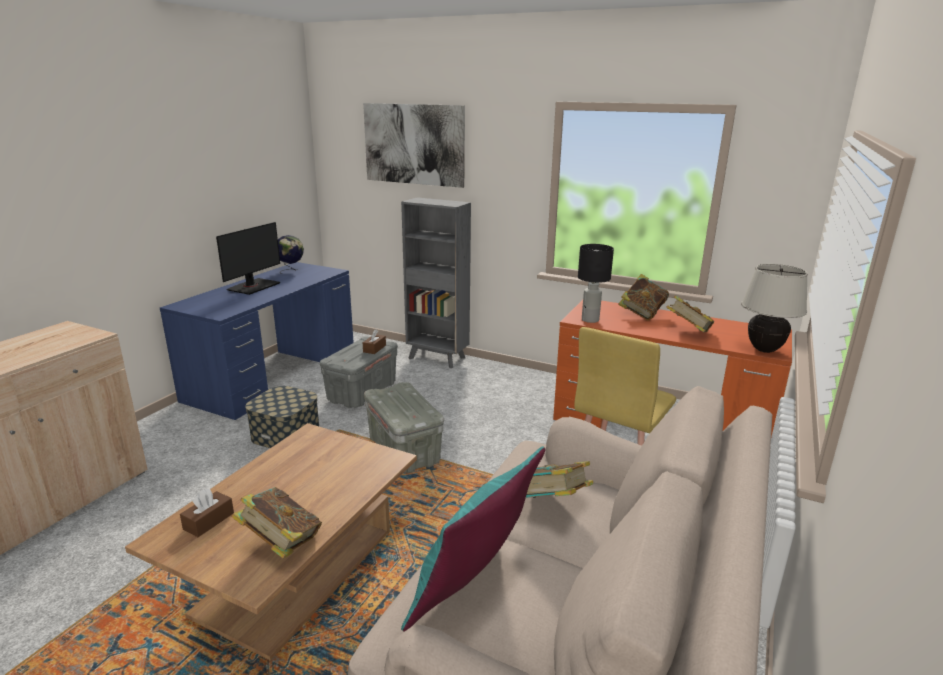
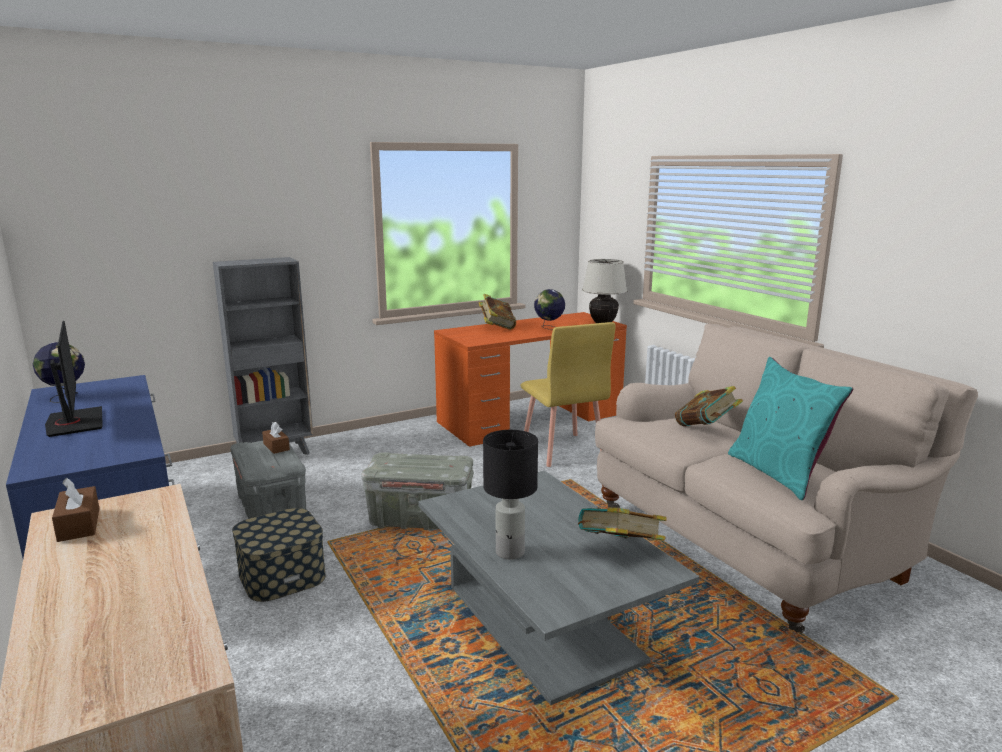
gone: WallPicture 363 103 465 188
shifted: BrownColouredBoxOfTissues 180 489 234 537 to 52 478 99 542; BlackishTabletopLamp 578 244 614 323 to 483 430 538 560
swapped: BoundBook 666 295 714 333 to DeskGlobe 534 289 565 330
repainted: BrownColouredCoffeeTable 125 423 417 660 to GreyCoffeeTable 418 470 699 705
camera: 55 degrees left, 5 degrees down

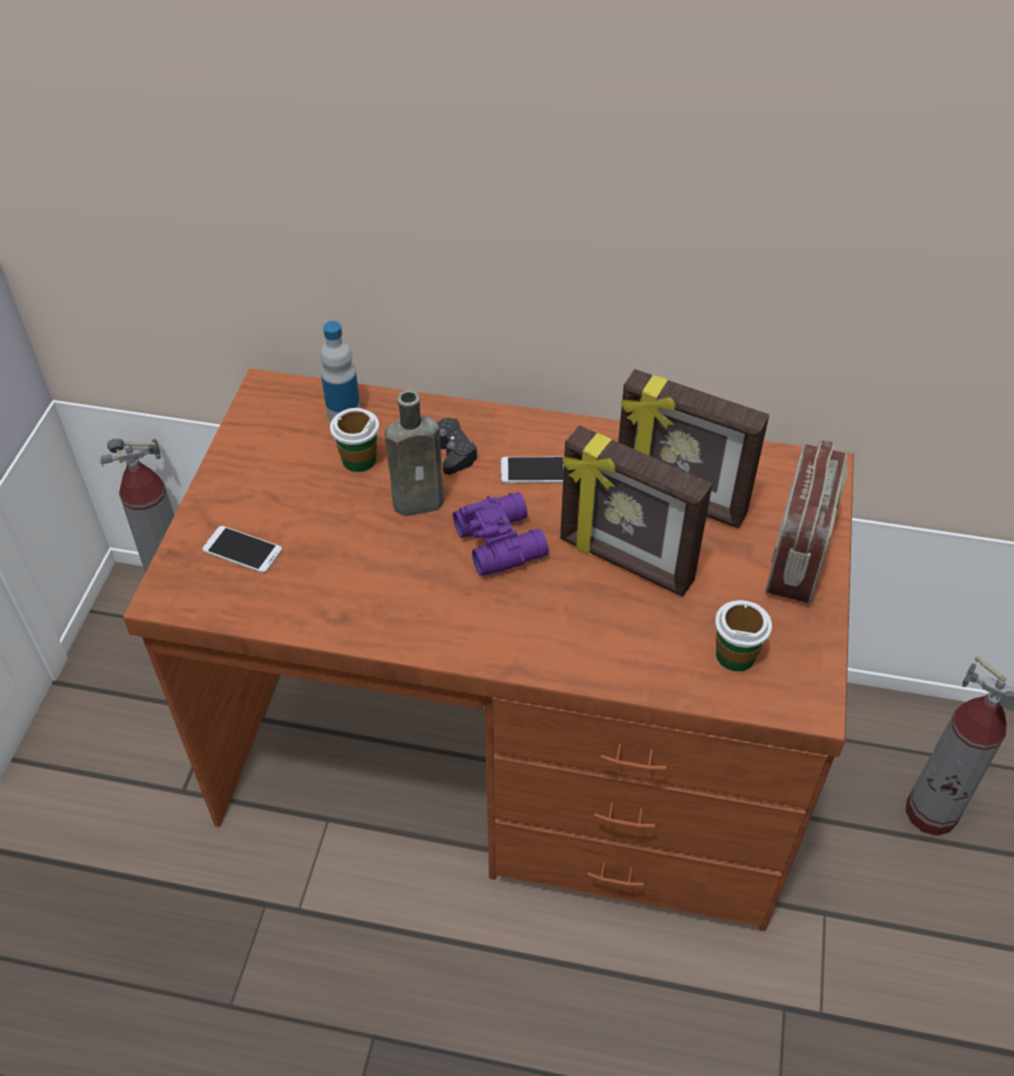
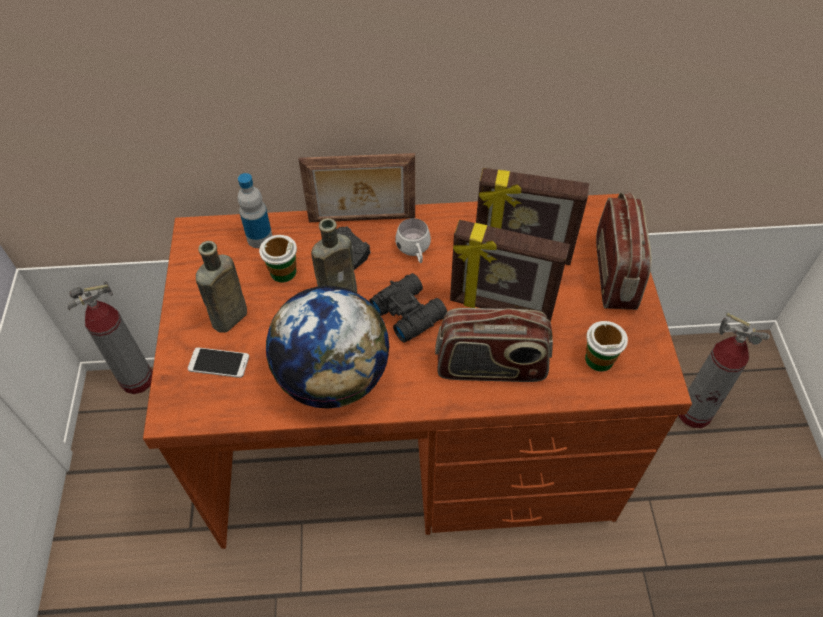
new: BrownColouredDrinkBottle 196 241 247 332; DeskGlobe 266 286 390 408; StandingFrame 298 153 415 222; RadioReceiver 435 308 553 382
swapped: Telephone 501 457 564 483 to WhiteColouredTeaMug 395 218 431 263
repainted: PurpleColouredPairOfBinoculars 453 492 549 576 to BlackishPairOfBinoculars 369 273 447 342
camera: 15 degrees left, 5 degrees up

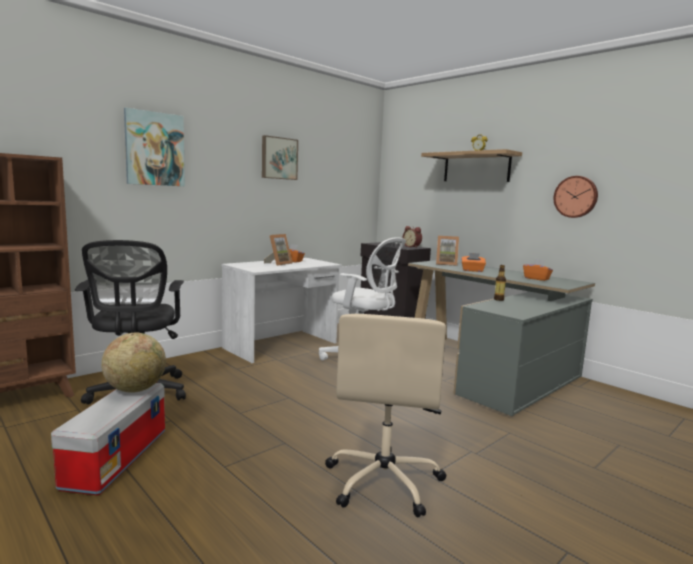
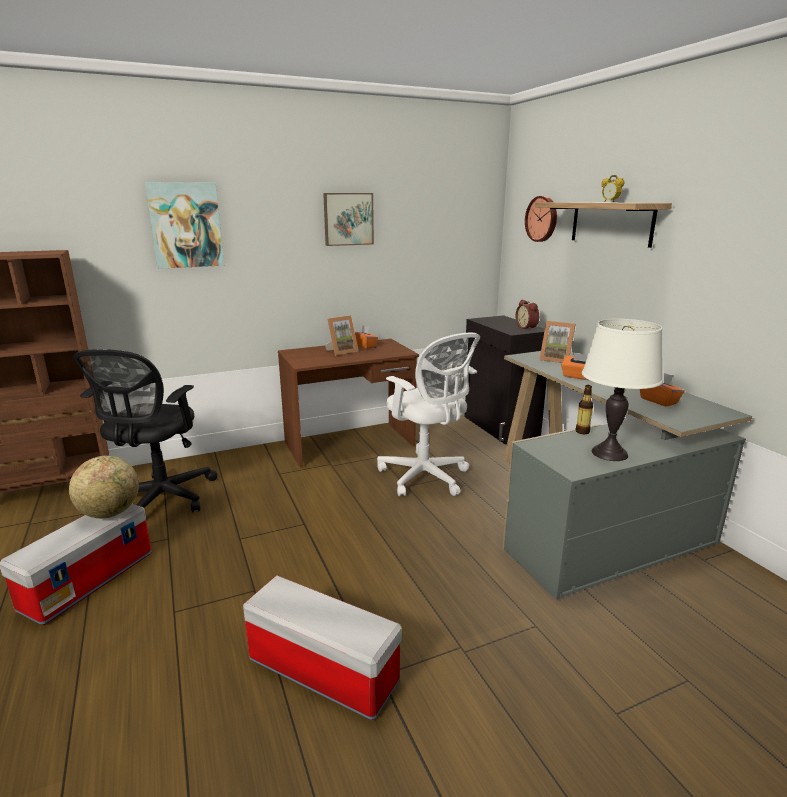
new: WhiteColouredTabletopLamp 582 319 663 461
shifted: ClockOnTheWall 554 176 598 218 to 525 196 557 242
swapped: BeigeOfficeChair 325 314 447 517 to StorageBin 243 575 402 720
repainted: WhiteColouredDeskUnit 222 258 342 363 to BrownColouredDeskUnit 278 339 419 468
camera: 20 degrees right, 10 degrees up

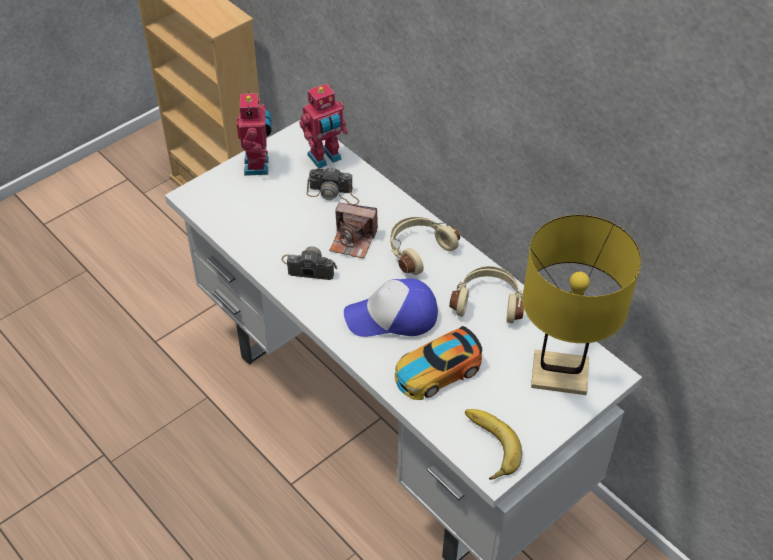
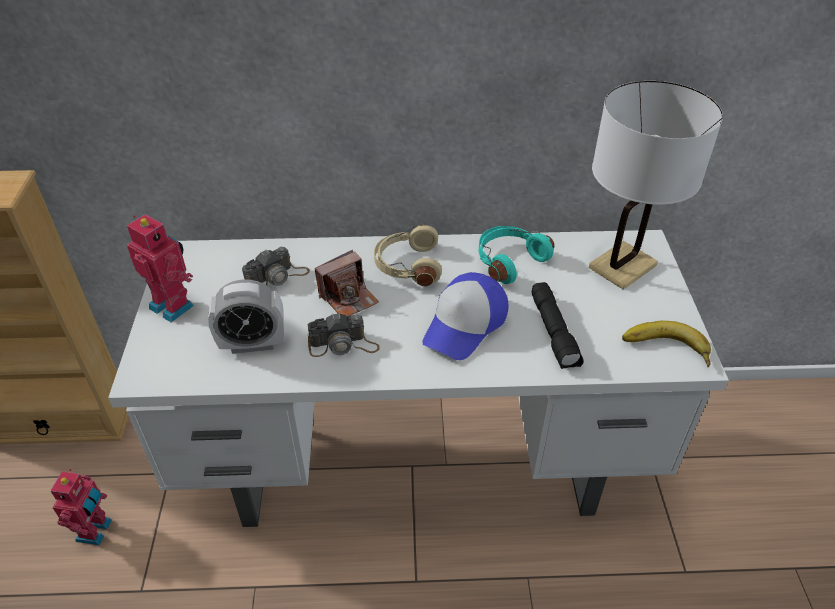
new: TableClock 208 280 284 354
shifted: ModelRobot 299 84 348 168 to 51 469 112 545
swapped: ModelCar 395 326 482 400 to BlackishFlashlight 532 282 584 369
repainted: BeigeHeadphones 449 266 524 323 to BlueGreenHeadphones 479 226 554 284; YellowishTabletopLamp 522 215 641 395 to WhiteColouredTabletopLamp 589 81 723 290
rotated: PhotoCamera 281 246 337 280 = 308 312 379 357 150 degrees counterclockwise
camera: 50 degrees left, 5 degrees down

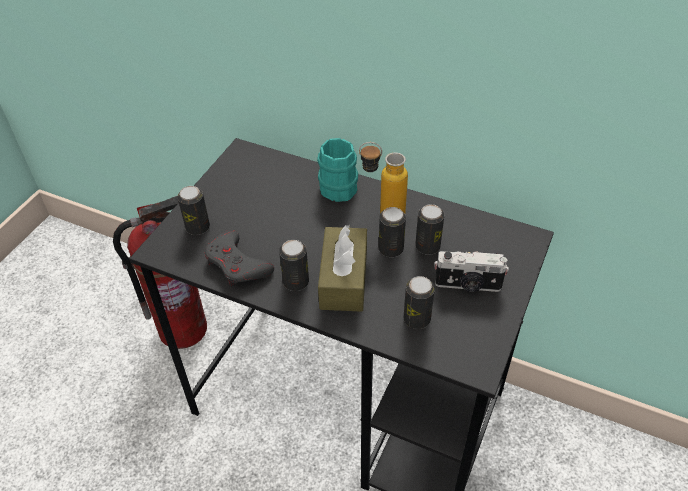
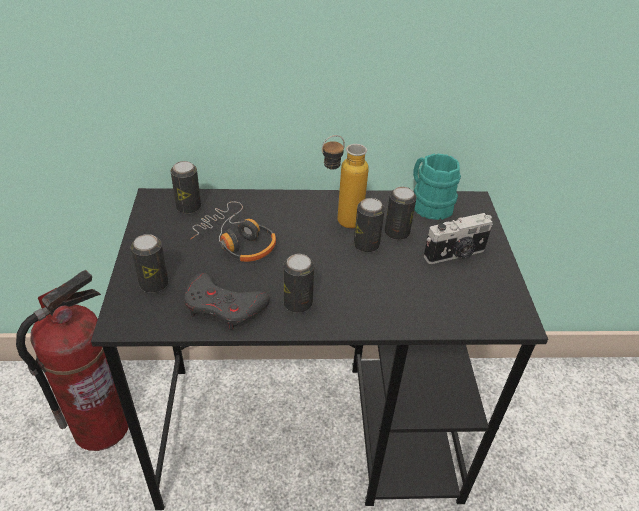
gone: BrownColouredBoxOfTissues 318 225 367 312
new: Headphones 190 201 276 262
shifted: Can 403 276 435 329 to 171 161 201 214; BlueGreenTeaMug 317 138 358 202 to 413 153 461 220
camera: 30 degrees left, 5 degrees down

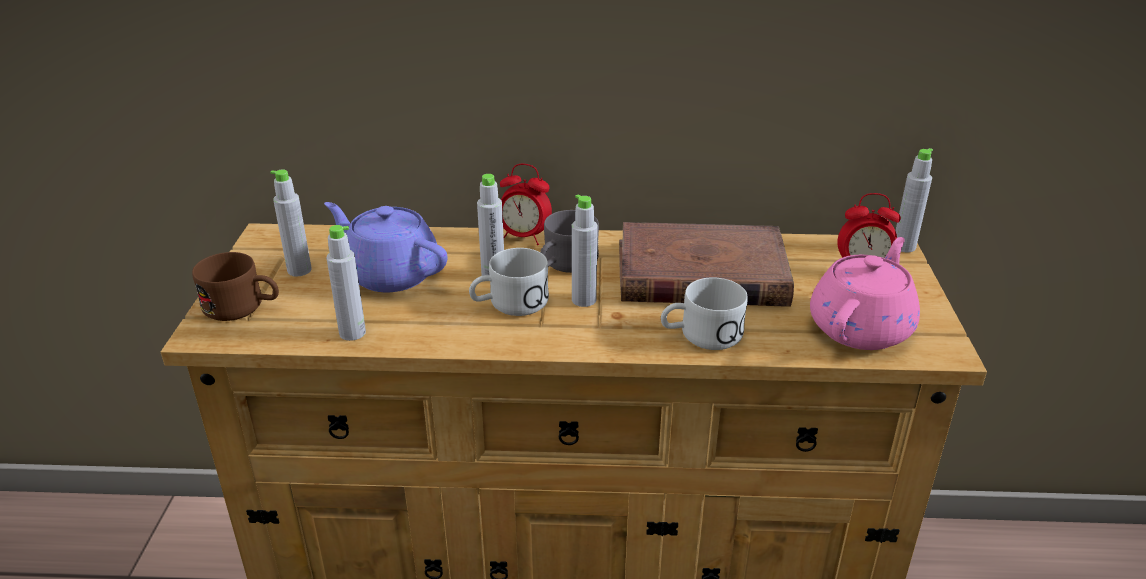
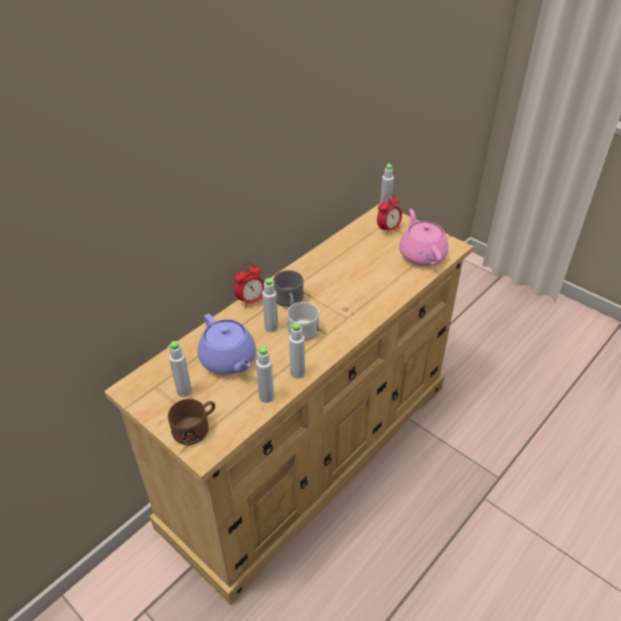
gone: BrownColouredBoundBook 619 222 794 307; WhiteColouredTeaMug 661 277 748 350
shifted: GreyDrinkBottle 572 195 598 307 to 289 323 305 378
rotated: PurpleColouredTeapot 324 202 447 292 = 198 314 256 374 105 degrees counterclockwise
camera: 50 degrees left, 10 degrees up

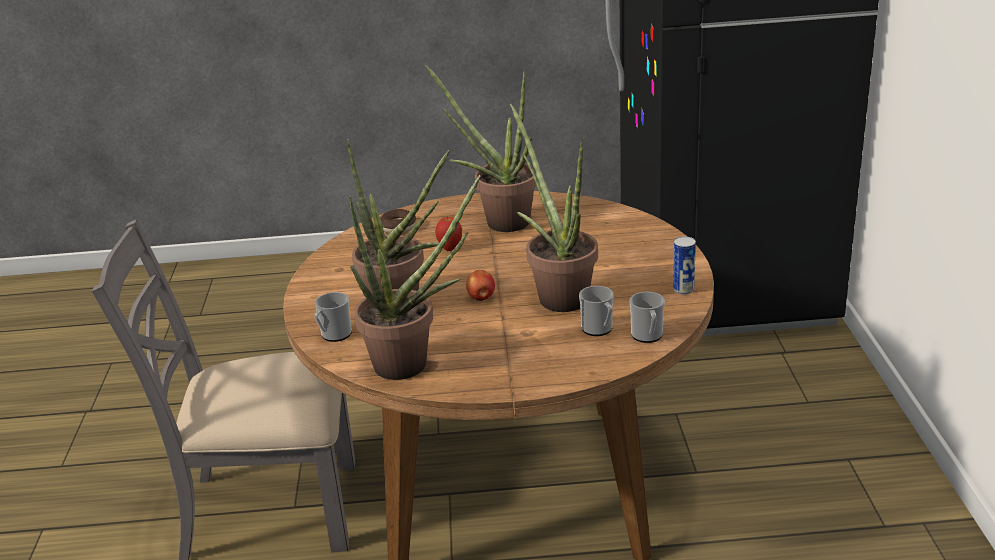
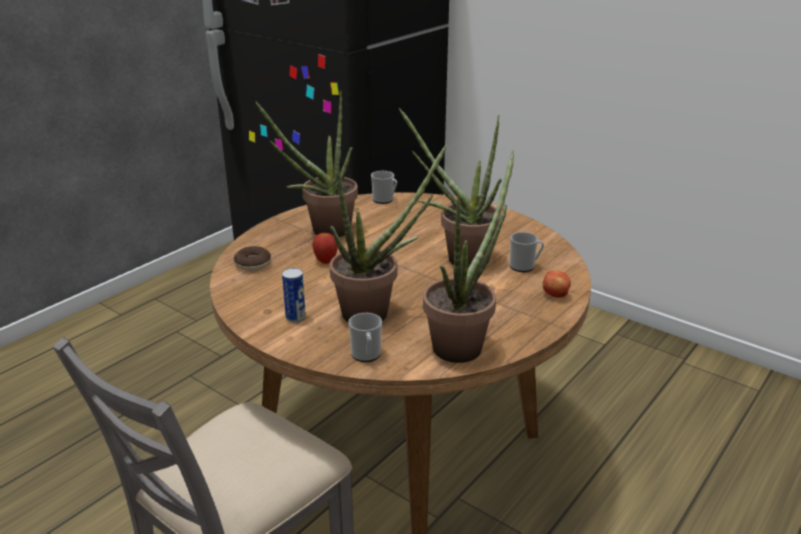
shifted: Can 673 237 696 295 to 282 268 306 323; TeaMug 630 292 665 343 to 371 171 397 204; Apple 466 270 495 301 to 543 270 571 298
camera: 50 degrees left, 0 degrees up

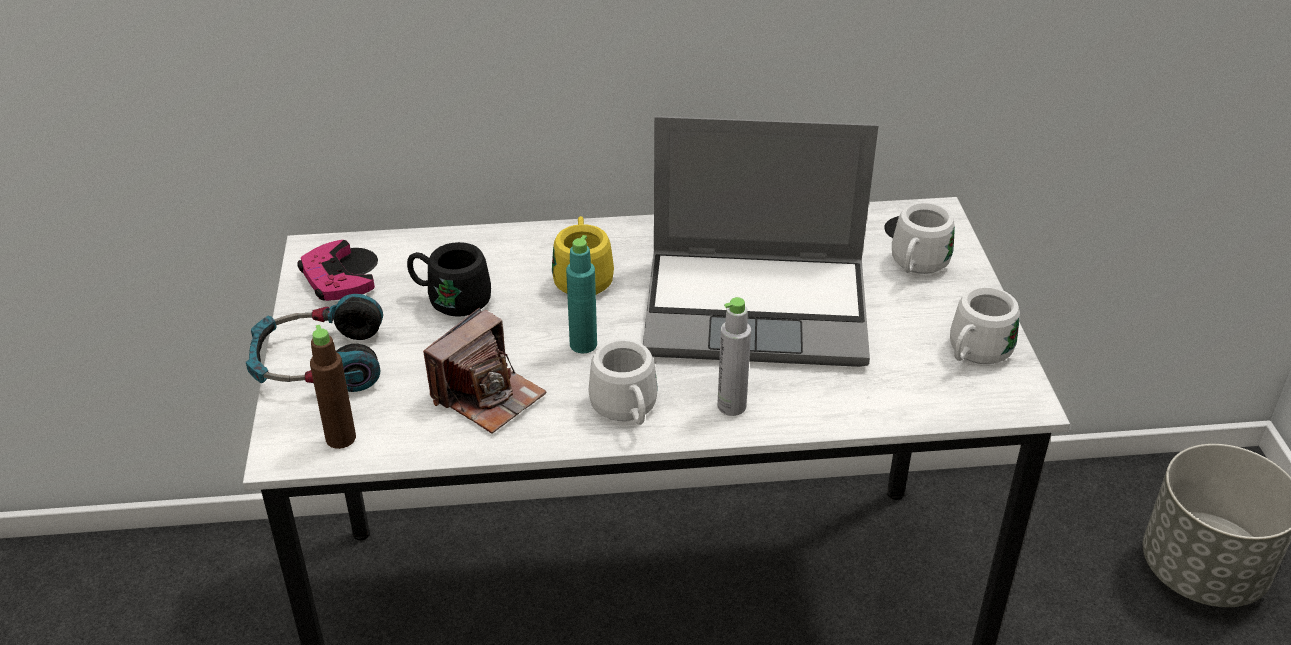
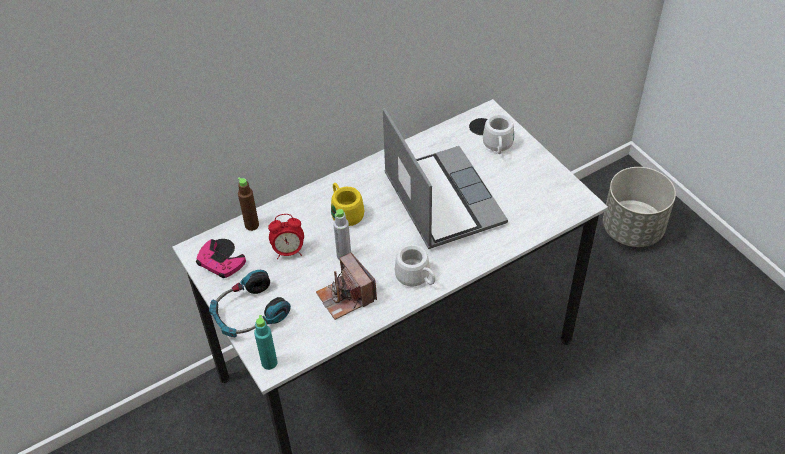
gone: WhiteColouredTeaMug 950 287 1020 364
shifted: BrownColouredDrinkBottle 310 325 356 449 to 238 177 259 231; BlueGreenDrinkBottle 566 235 597 353 to 254 315 278 370; GreyDrinkBottle 717 297 751 416 to 333 209 351 260
swapped: BlackishTeaMug 407 242 491 317 to TableClock 268 214 304 259
rotated: PhotoCamera 423 308 547 433 = 316 253 377 320 135 degrees clockwise; Laptop 643 116 878 367 = 383 108 508 249 90 degrees counterclockwise
camera: 25 degrees left, 10 degrees up

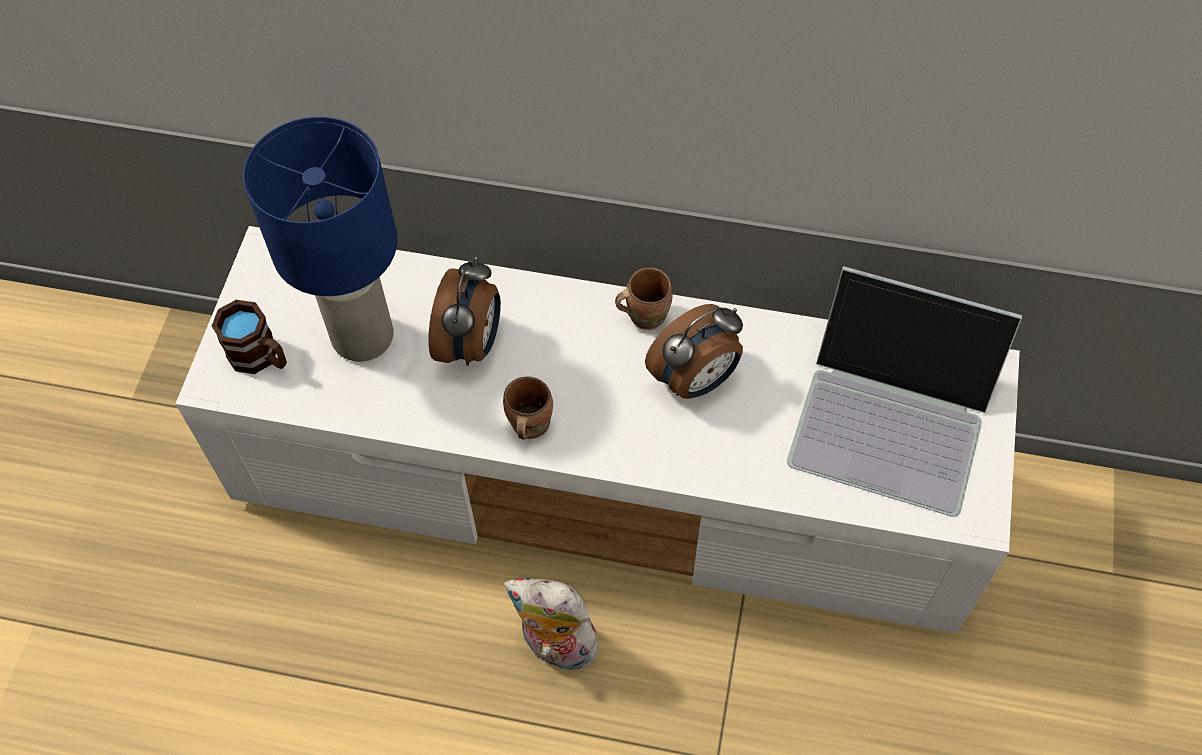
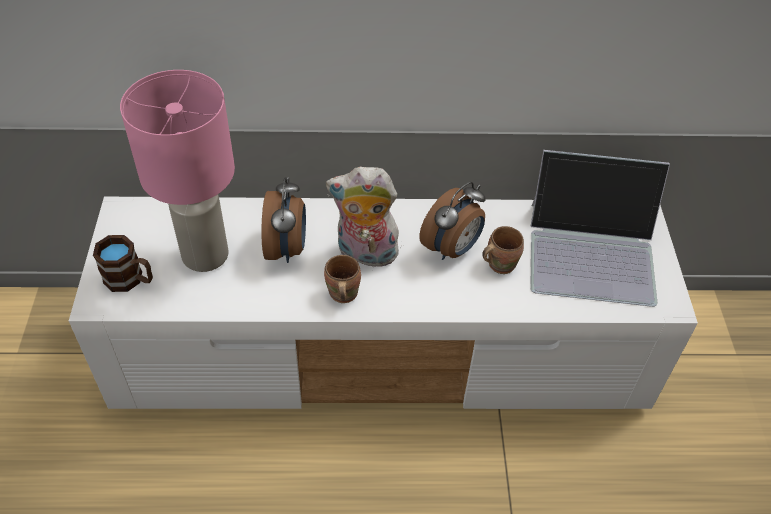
shifted: PlushToy 505 578 602 675 to 326 167 401 267; BrownColouredTeaMug 615 267 672 330 to 482 226 524 274
repainted: BluishTabletopLamp 243 117 398 362 to PinkishTabletopLamp 120 70 235 272
camera: 15 degrees left, 10 degrees down

